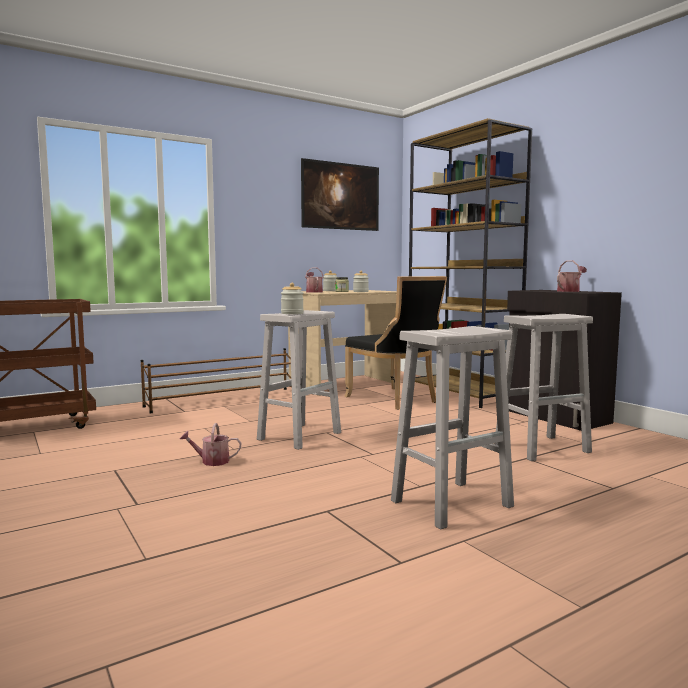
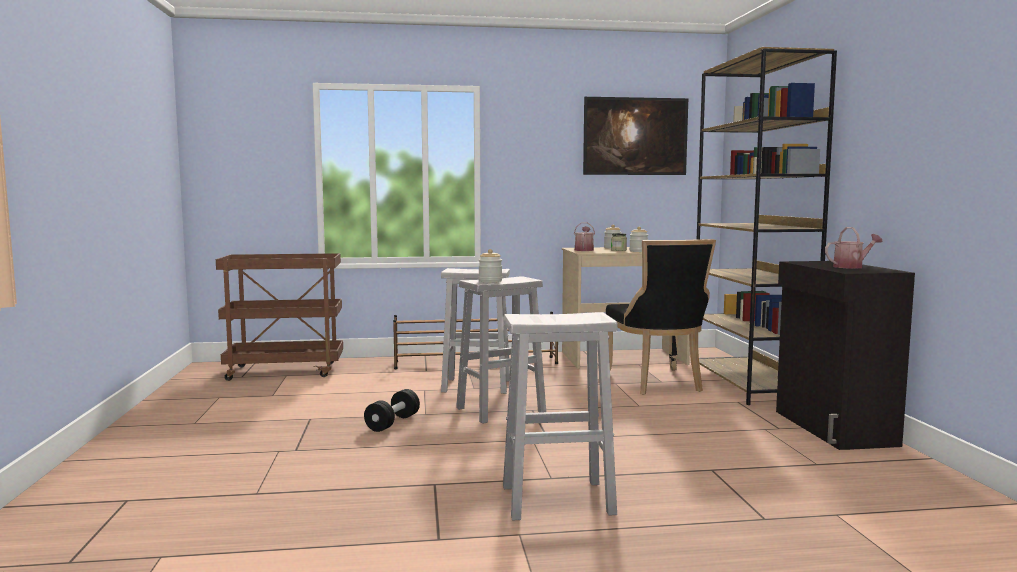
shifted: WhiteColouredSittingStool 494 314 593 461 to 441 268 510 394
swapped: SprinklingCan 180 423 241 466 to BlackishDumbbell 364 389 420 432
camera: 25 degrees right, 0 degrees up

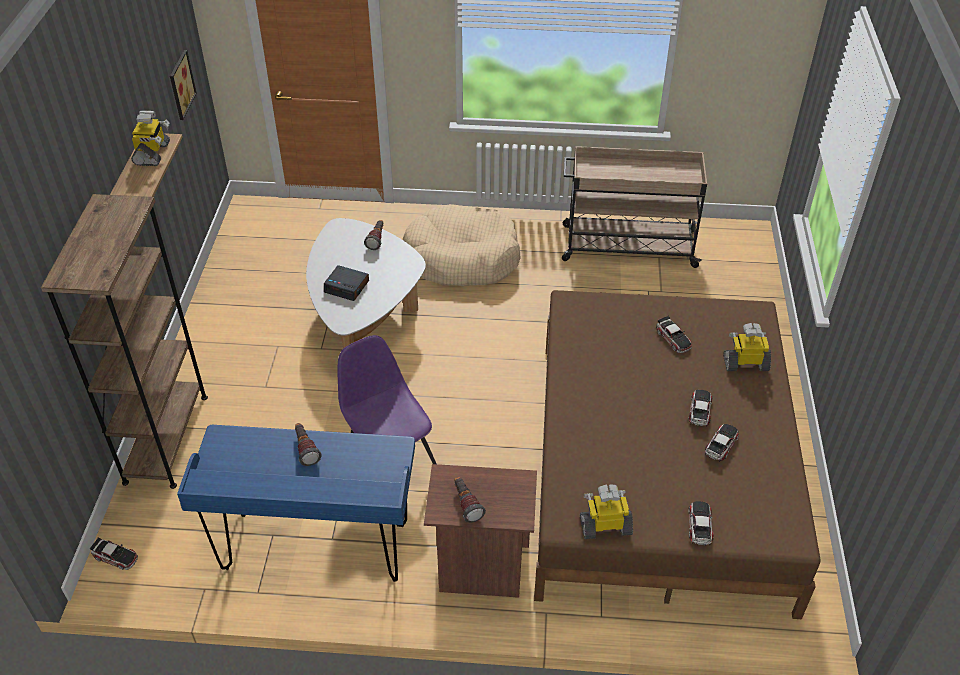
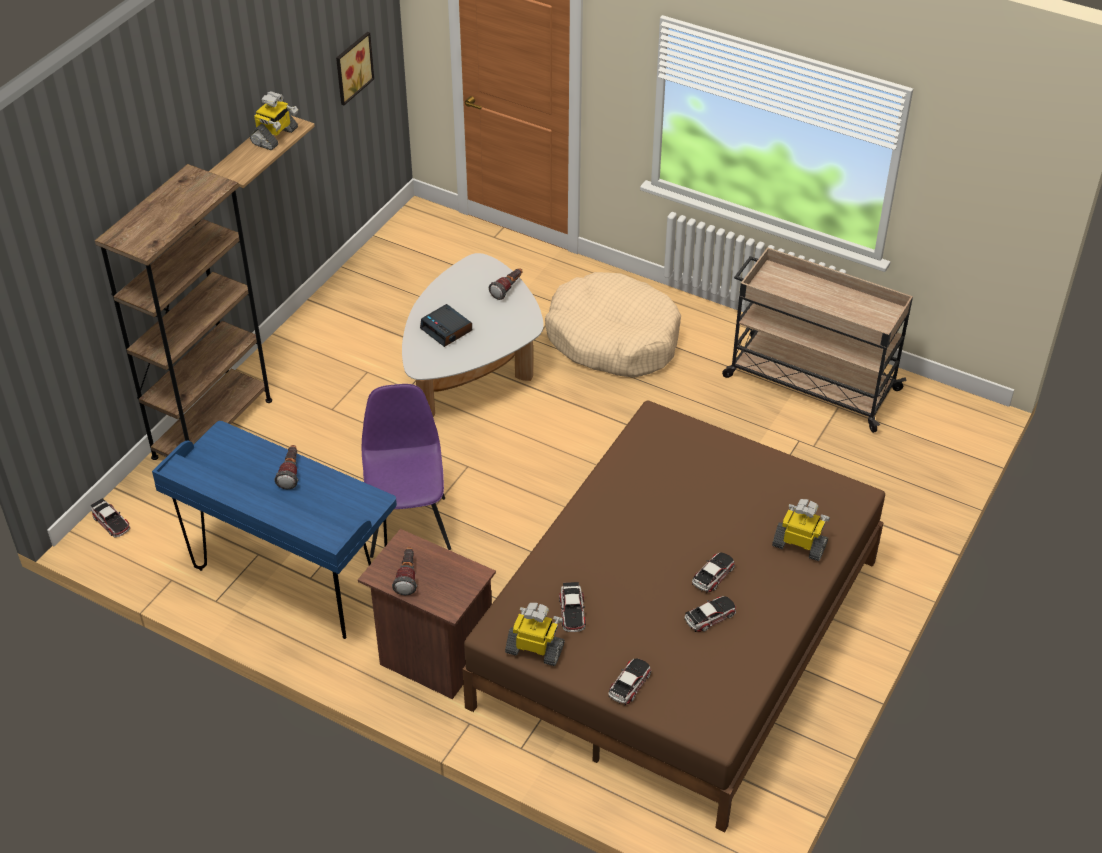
shifted: ModelCar 656 316 692 353 to 559 582 586 632
camera: 25 degrees right, 0 degrees up

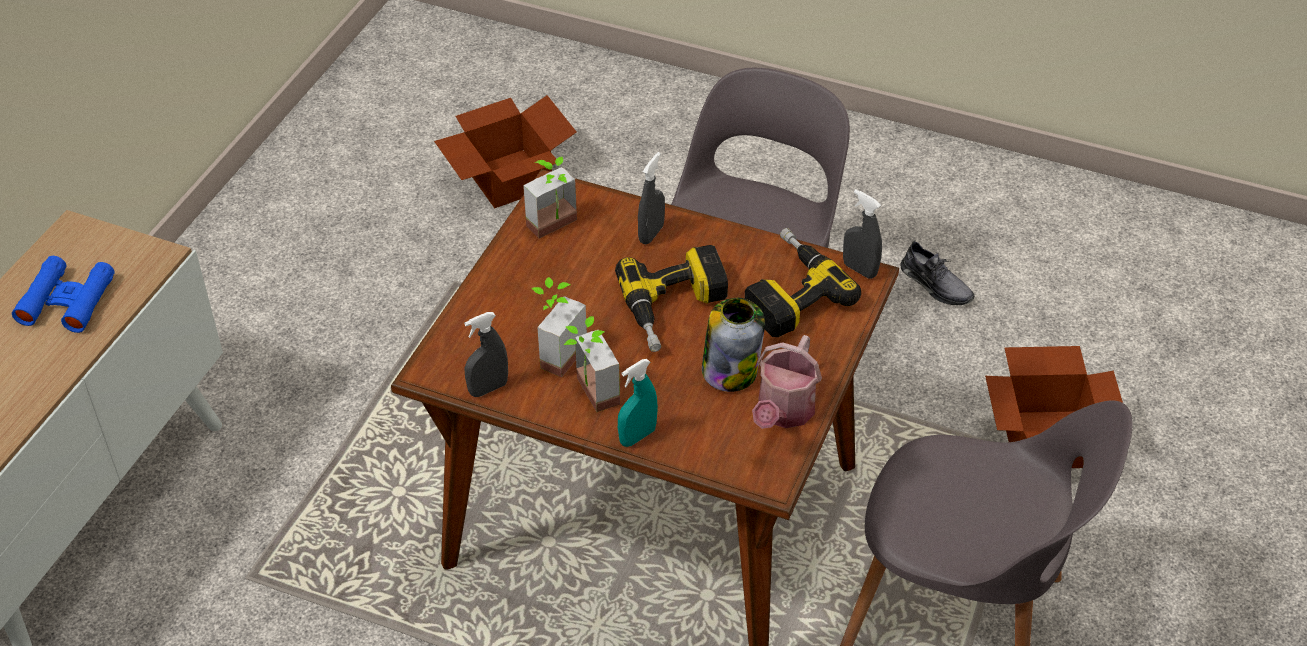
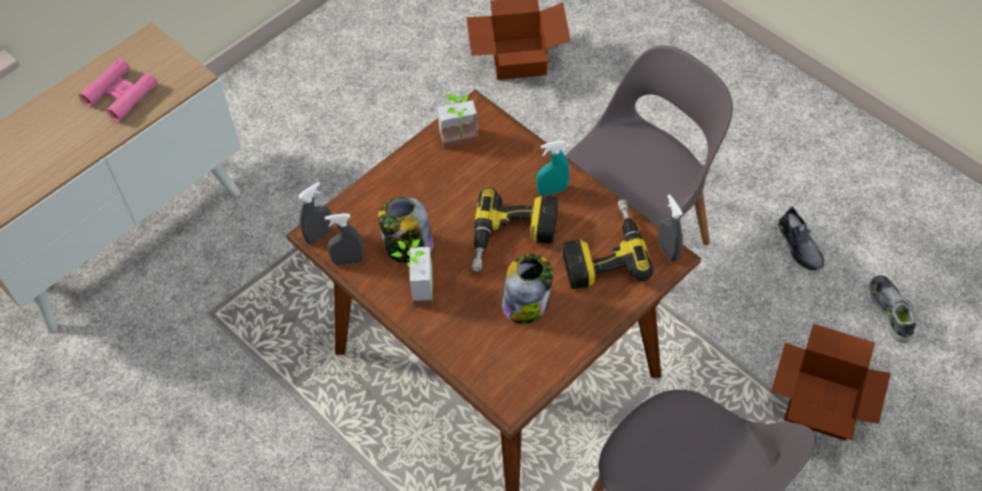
gone: SprinklingCan 752 335 822 429
new: ItemOfFootwear 869 275 916 343
shifted: GreyHandSprayer 638 152 665 244 to 298 182 333 244; BlueGreenHandSprayer 618 359 658 447 to 536 140 570 196
swapped: PottedPlant 532 277 587 378 to PreserveJar 378 197 433 263
repainted: BluishPairOfBinoculars 12 256 115 333 to PinkishPairOfBinoculars 79 58 157 122
camera: 25 degrees right, 10 degrees up

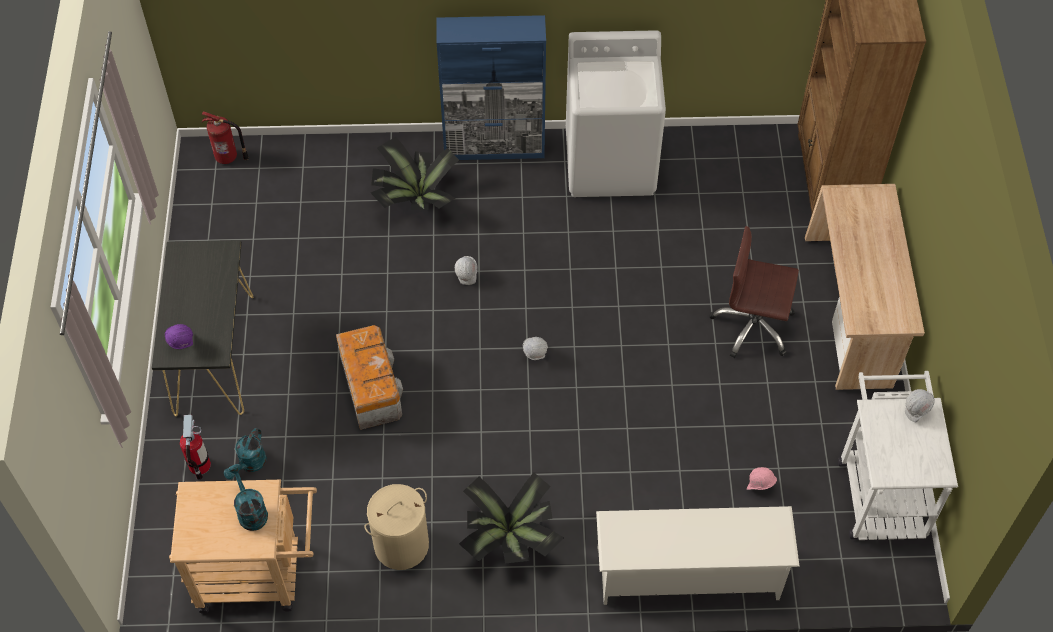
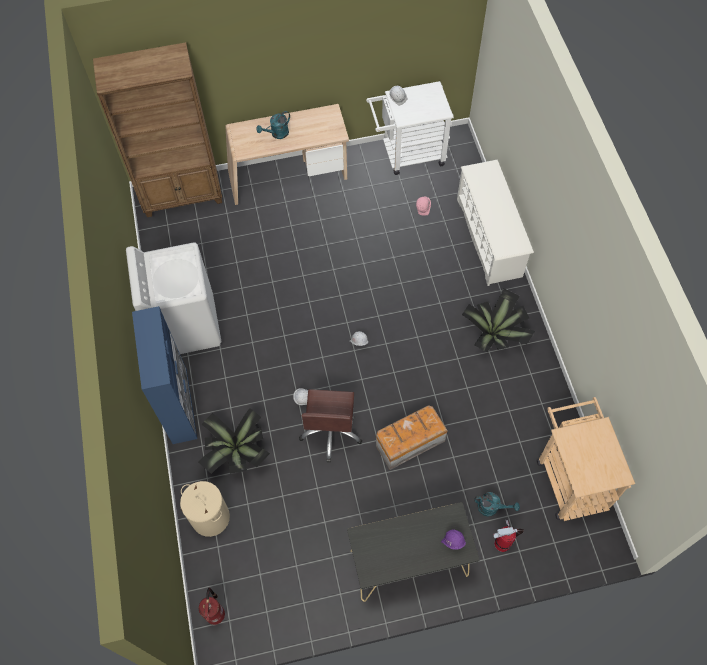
shifted: BeigeHamper 364 484 429 570 to 180 481 230 537; BlueGreenSprinklingCan 228 464 268 531 to 256 111 290 139; BrownColouredOfficeChair 709 226 799 358 to 299 389 362 462
camera: 100 degrees left, 5 degrees up

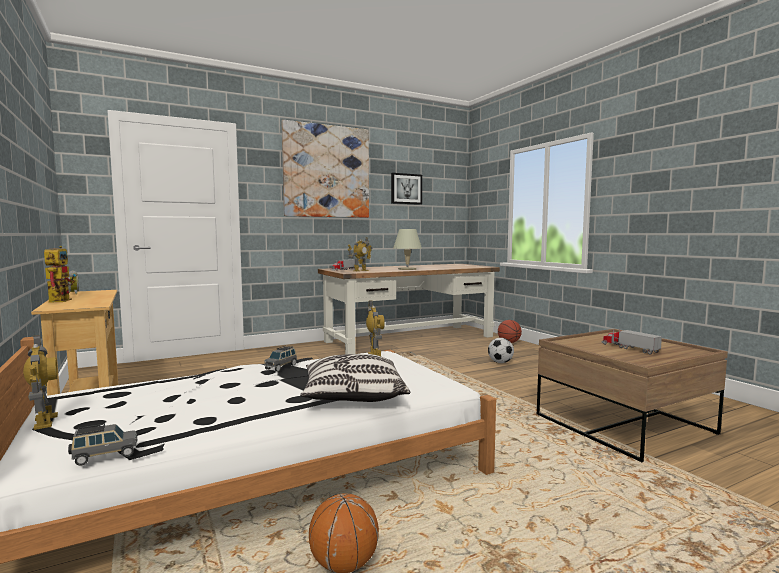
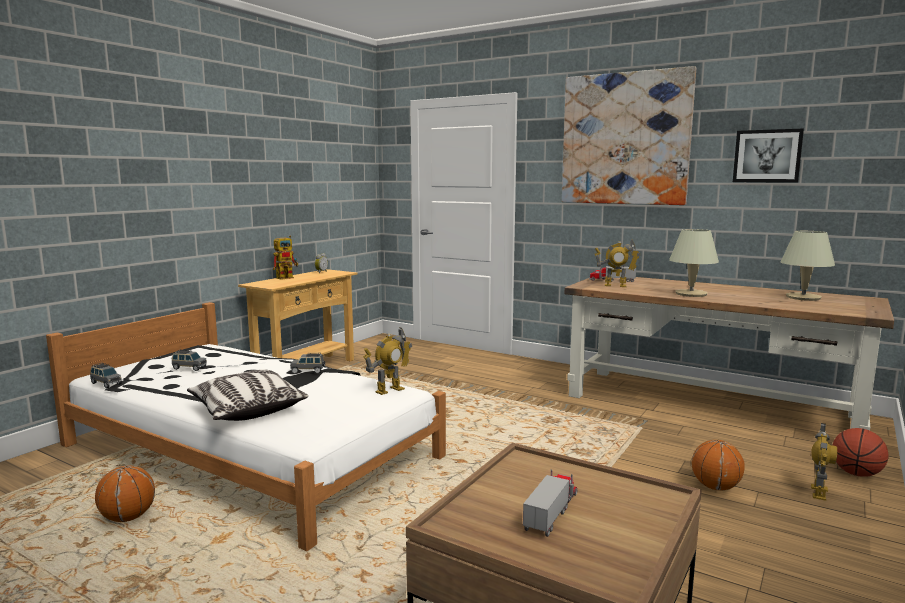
new: GreyModelCar 172 350 207 371; BeigeTabletopLamp 781 231 835 301
shifted: ModelRobot 23 335 58 430 to 811 423 837 501
swapped: BallForFootball 488 338 514 363 to BallForBasketball 692 440 745 491
camera: 60 degrees right, 5 degrees up

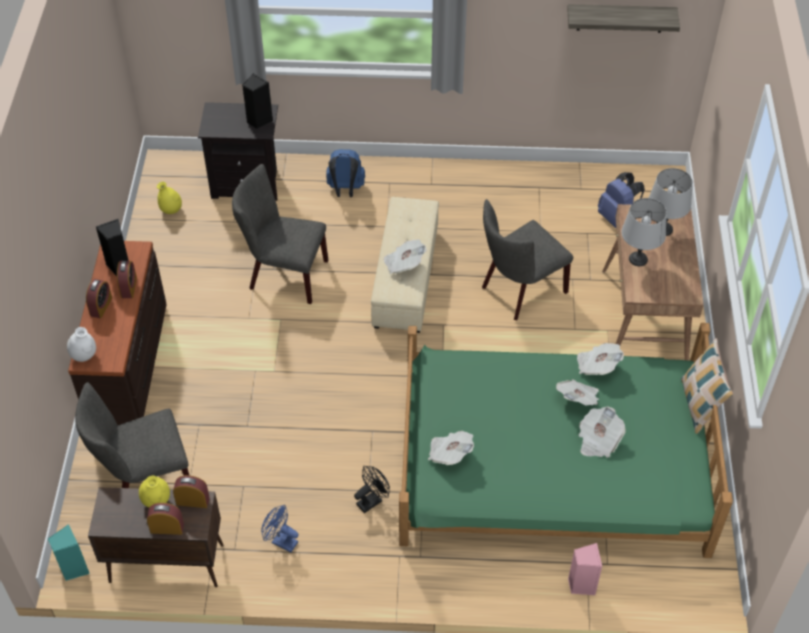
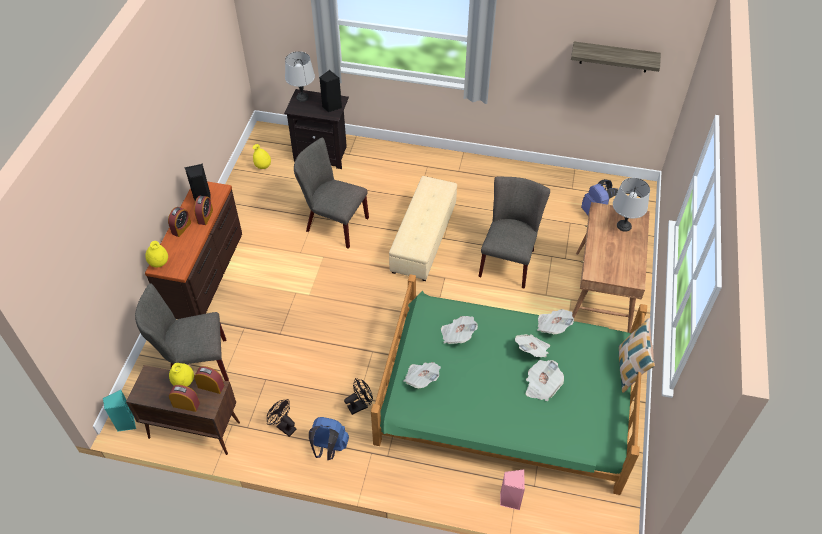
shifted: GreyTabletopLamp 621 198 667 266 to 285 51 315 102; BluishBackpack 326 149 365 197 to 309 417 349 460; PrintedPaper 383 239 426 274 to 441 316 478 344
repainted: WhiteColouredFlowerVase 67 327 96 362 to YellowishFlowerVase 145 241 168 268; BluishFan 261 505 299 552 to BlackishFan 267 399 297 437
rotated: GreyChair 482 199 573 320 = 478 176 550 289 135 degrees clockwise
camera: 10 degrees right, 0 degrees up

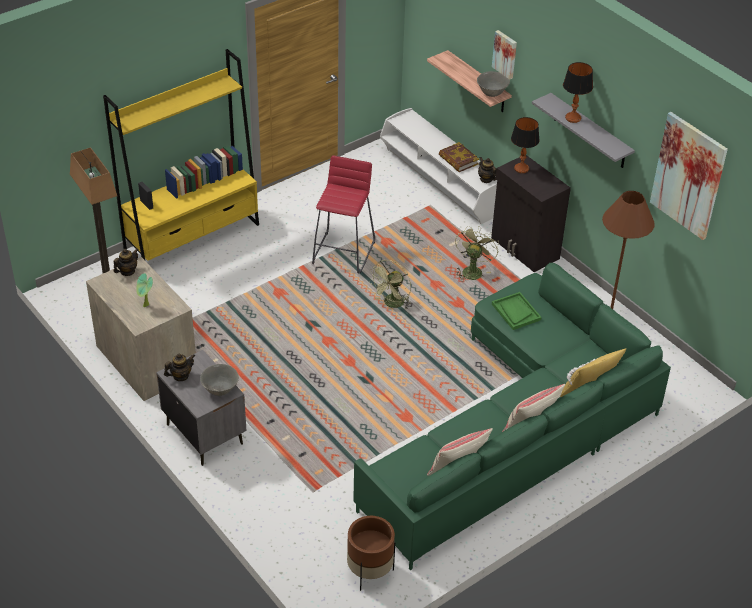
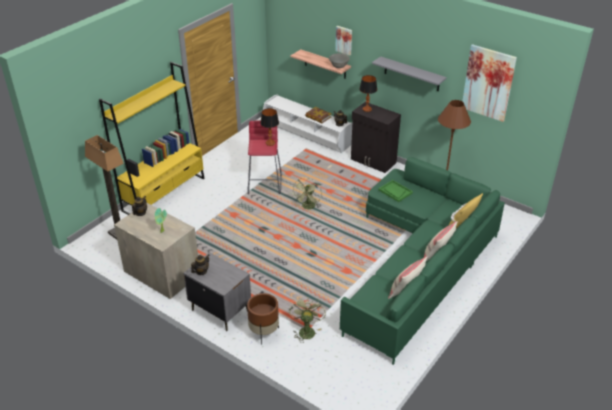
gone: GreyServingBowl 200 364 239 396
shifted: BrownColouredPlantPot 347 516 395 591 to 247 293 279 345; TabletopLamp 563 62 593 123 to 260 108 279 146; GreenColouredFan 455 226 499 282 to 289 297 326 343
camera: 15 degrees left, 5 degrees down

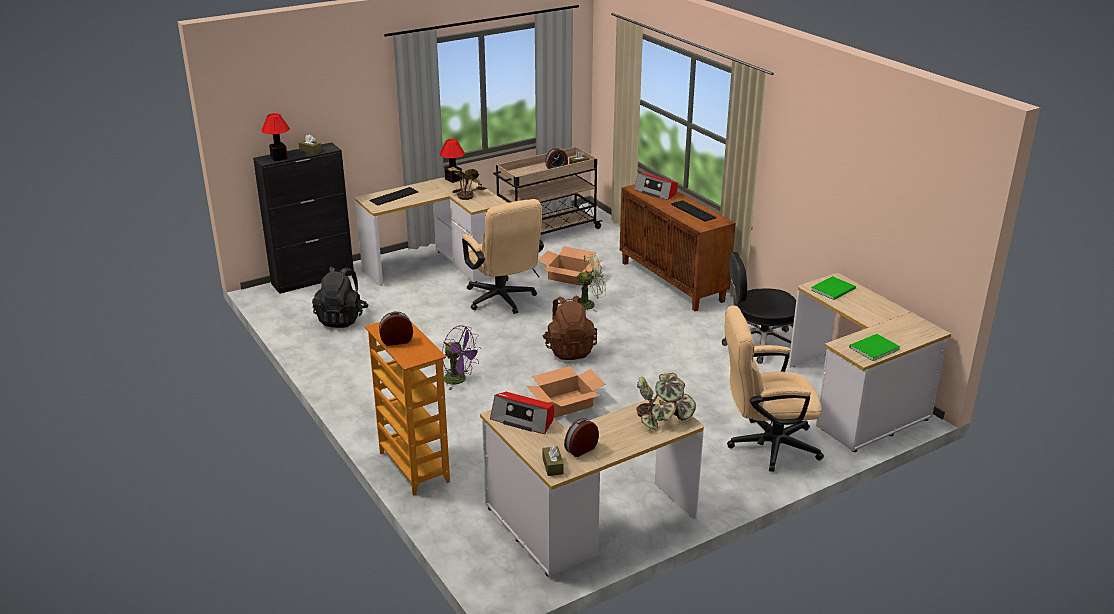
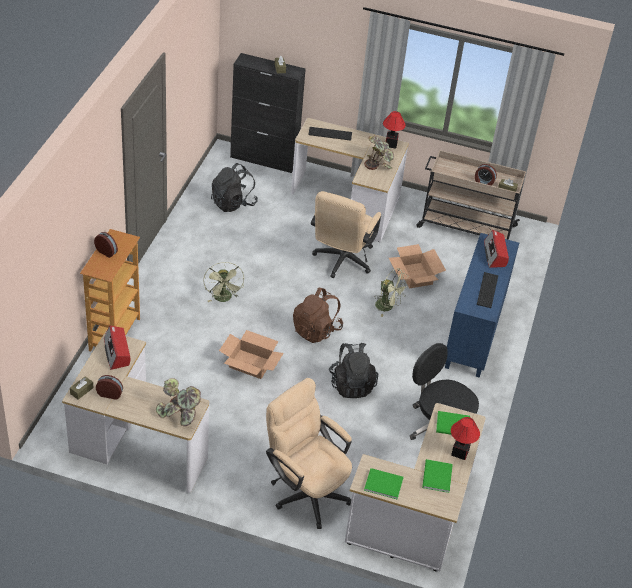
new: BlackishBackpack 329 343 378 398; GreenColouredBoundBook 422 459 453 493
shifted: TabletopLamp 261 113 290 162 to 451 417 480 460
repainted: PurpleColouredFan 442 326 481 390 to GreenColouredFan 203 262 244 302; BrownColouredCupboard 620 184 735 311 to BluishCupboard 445 233 519 378
camera: 45 degrees right, 15 degrees up

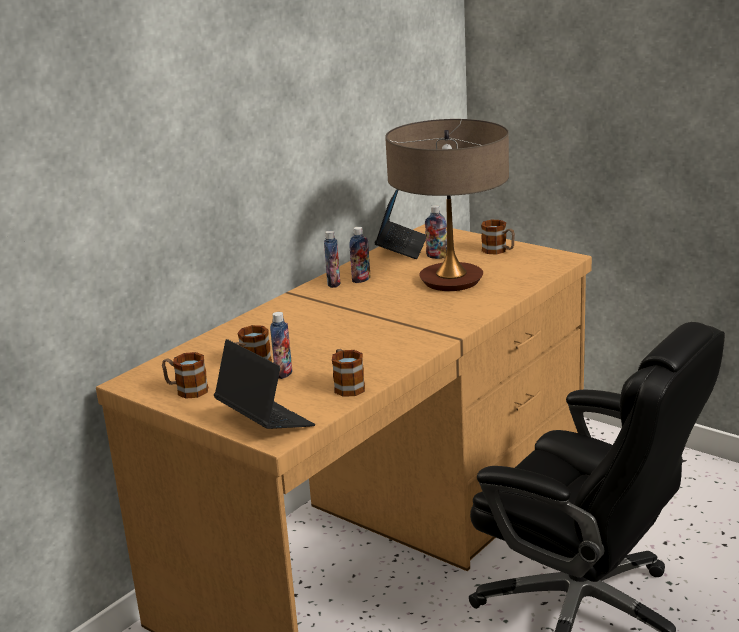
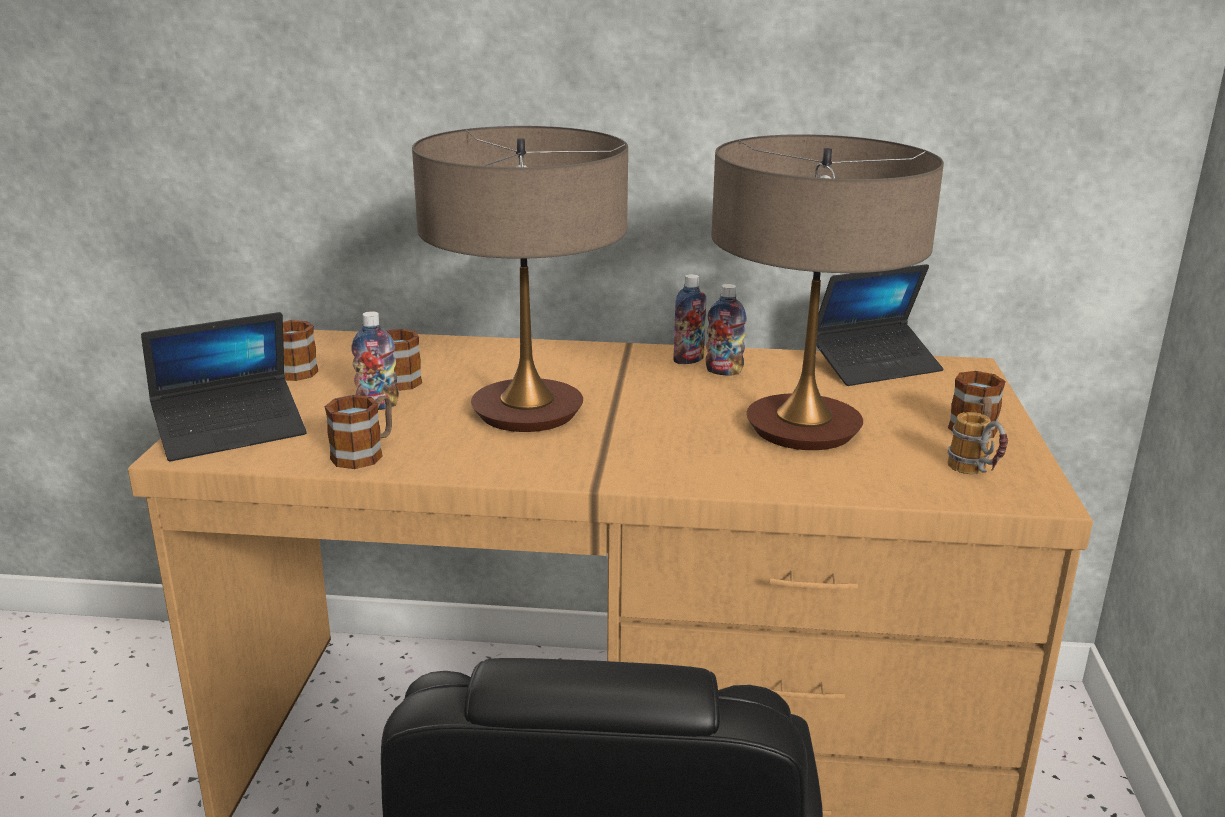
gone: DrinkBottle 425 205 447 259
new: TabletopLamp 412 126 628 432; TeaMug 948 412 1008 474
rotated: Laptop 214 339 315 429 = 141 312 307 461 45 degrees clockwise
camera: 55 degrees right, 0 degrees up

